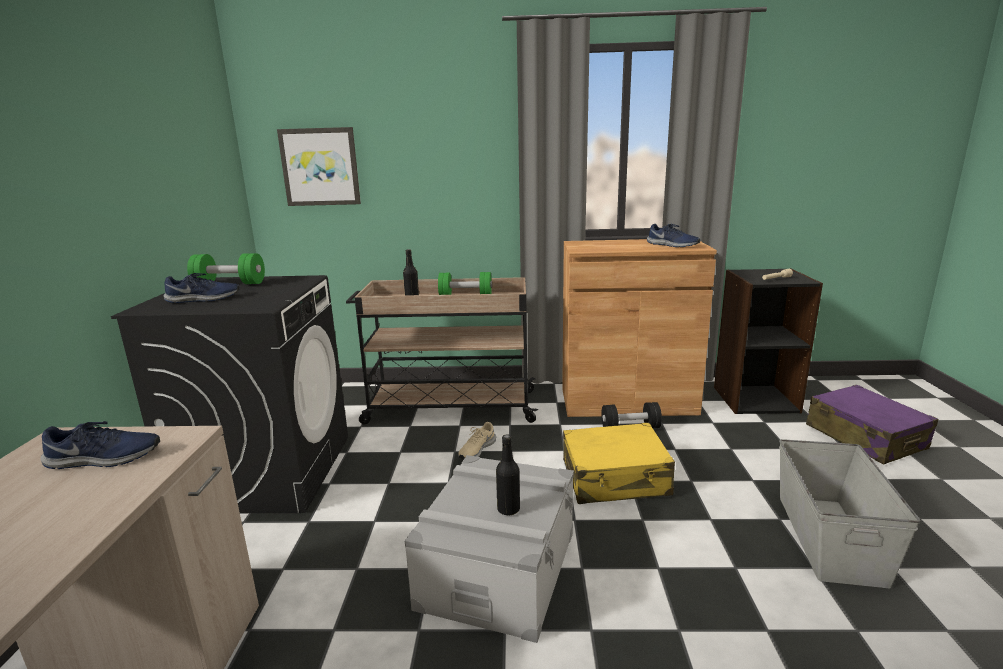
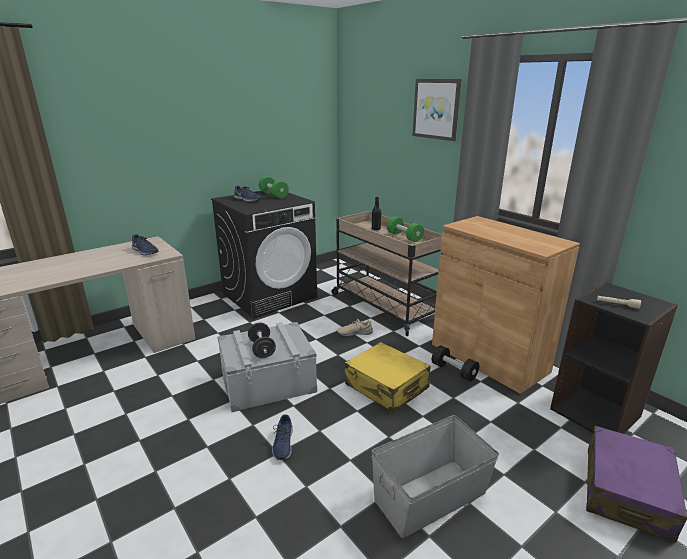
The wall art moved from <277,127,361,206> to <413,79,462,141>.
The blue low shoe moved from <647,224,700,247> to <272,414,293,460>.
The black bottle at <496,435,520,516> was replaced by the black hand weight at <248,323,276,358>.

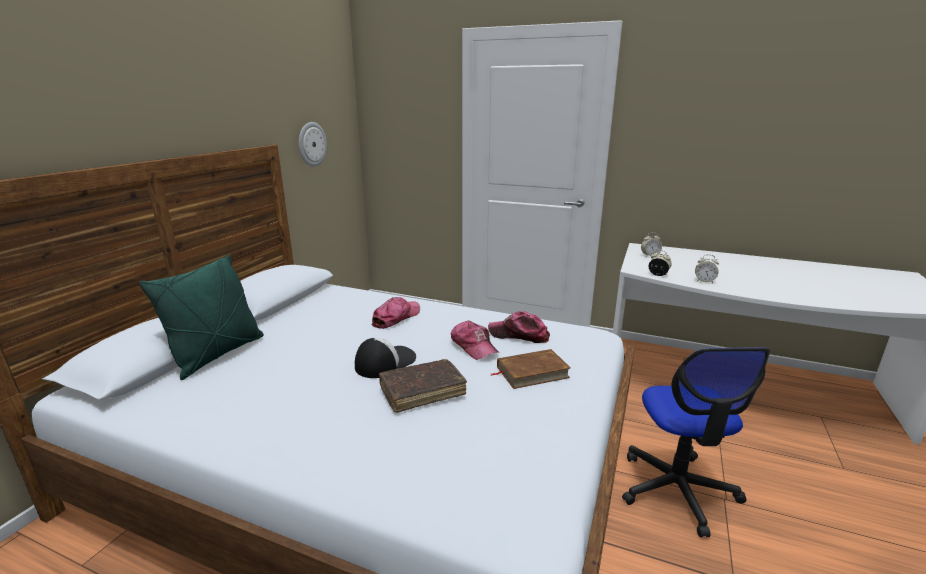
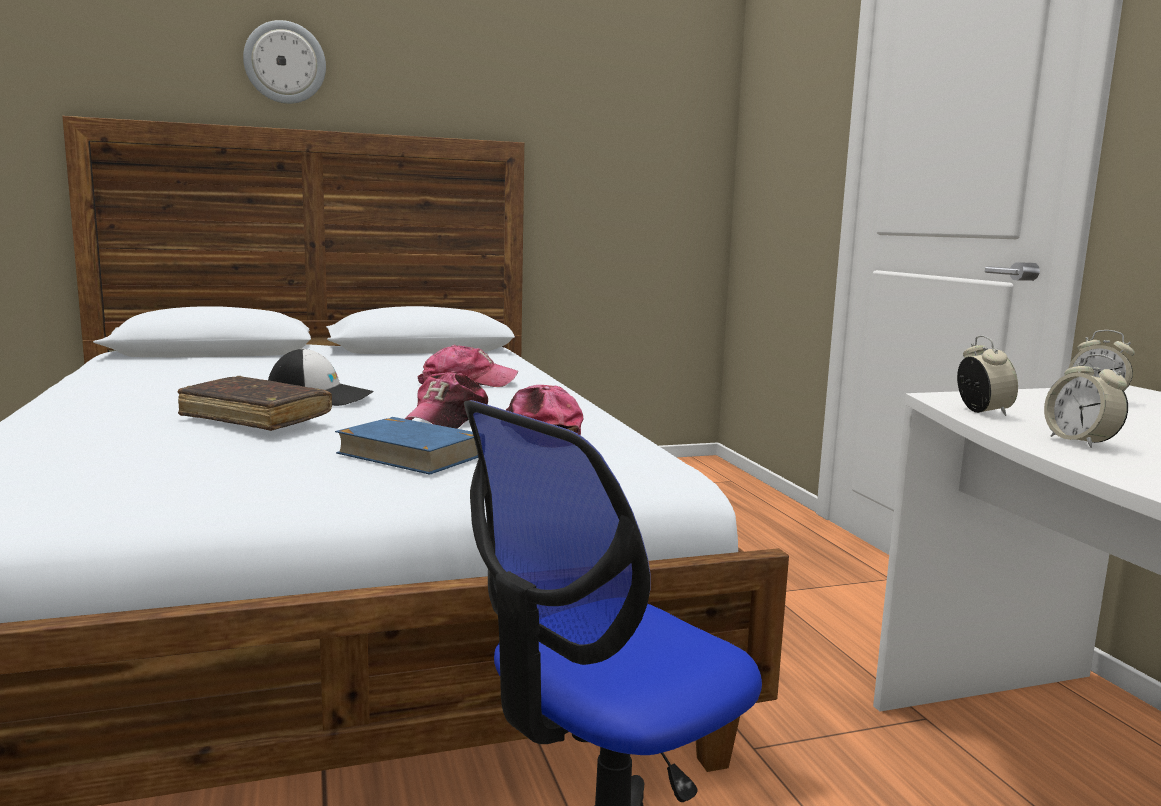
The green-coloured pillow at <139,254,264,380> disappeared.
The clock on the wall moved from <299,122,327,167> to <243,20,326,104>.
The brown book at <491,349,570,389> became the blue book at <335,417,478,475>.

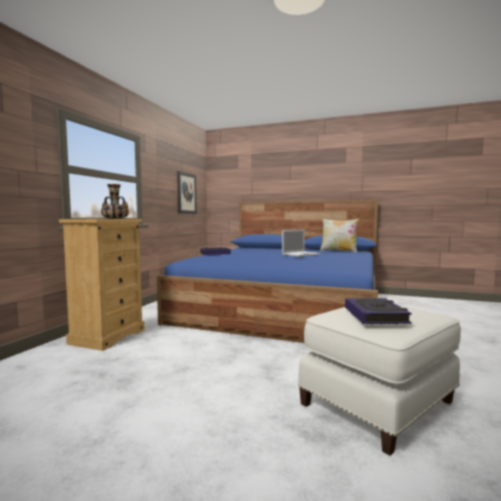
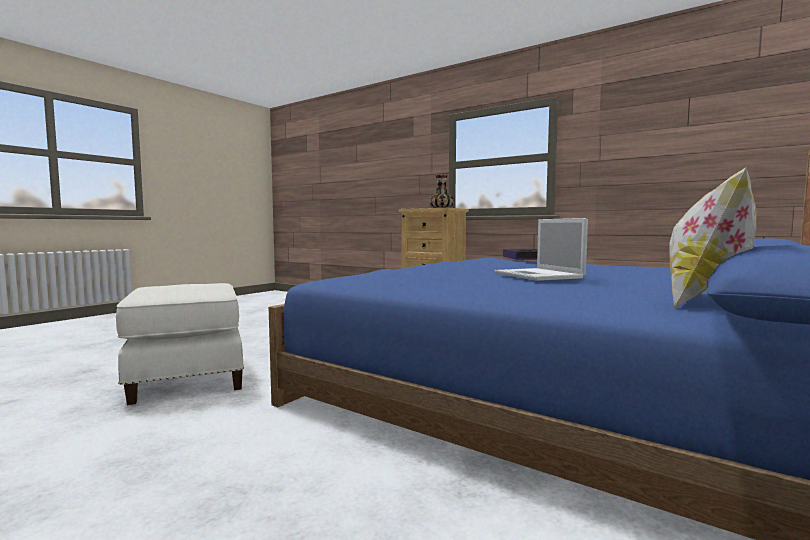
The wall art at <177,171,197,214> disappeared.
The book at <345,298,412,324> disappeared.

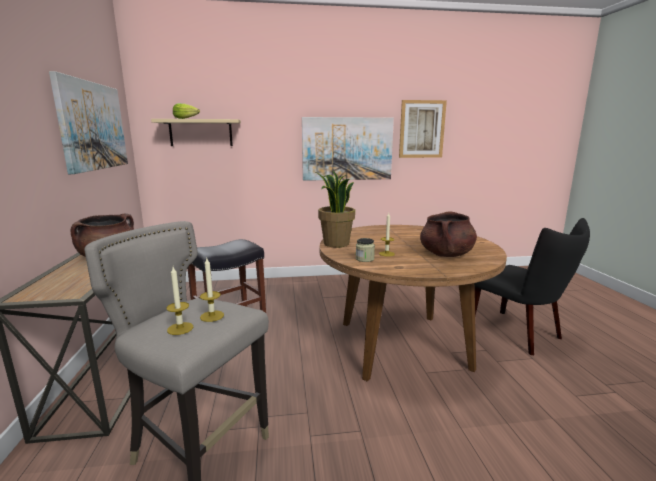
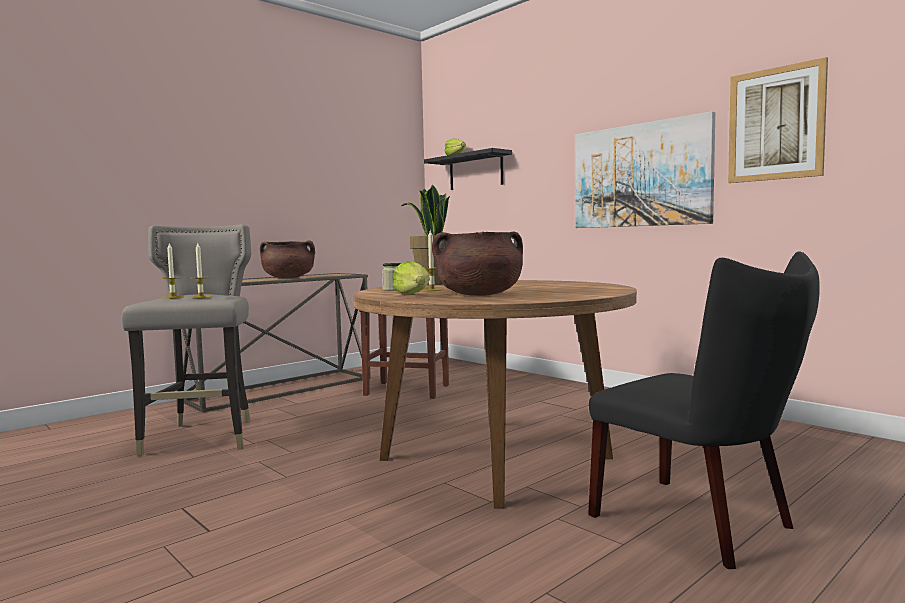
The wall art at <49,71,128,174> disappeared.
The lettuce at <393,261,430,294> appeared.
The beige-coloured shelf at <151,119,241,146> became the black shelf at <424,148,512,190>.
The black plain chair at <475,218,590,355> turned 60 degrees counterclockwise.

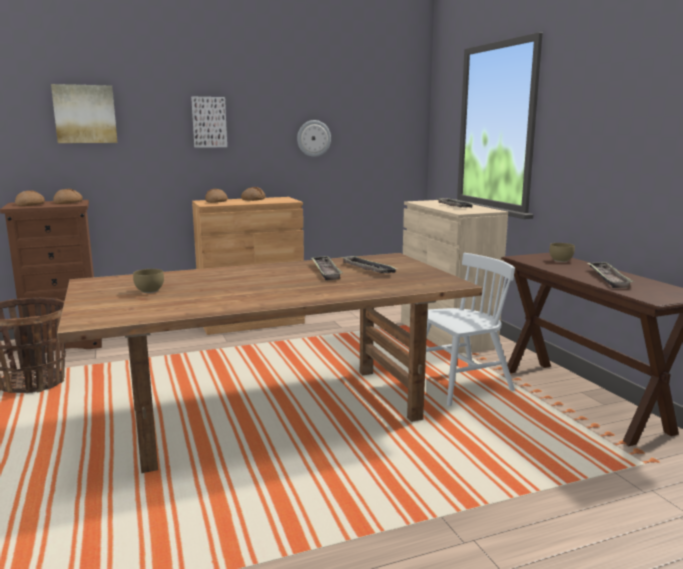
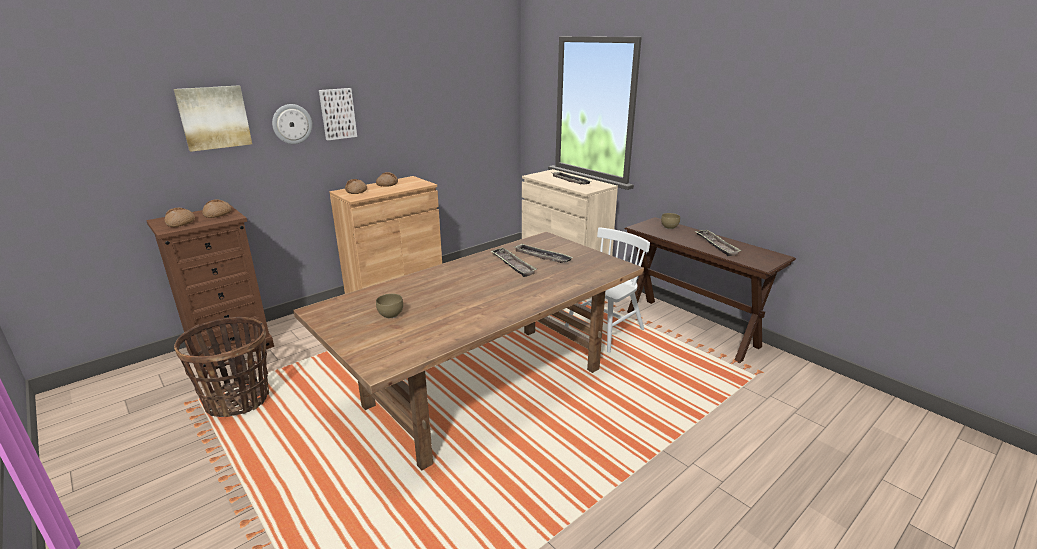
The clock on the wall moved from <297,120,331,157> to <272,104,312,144>.

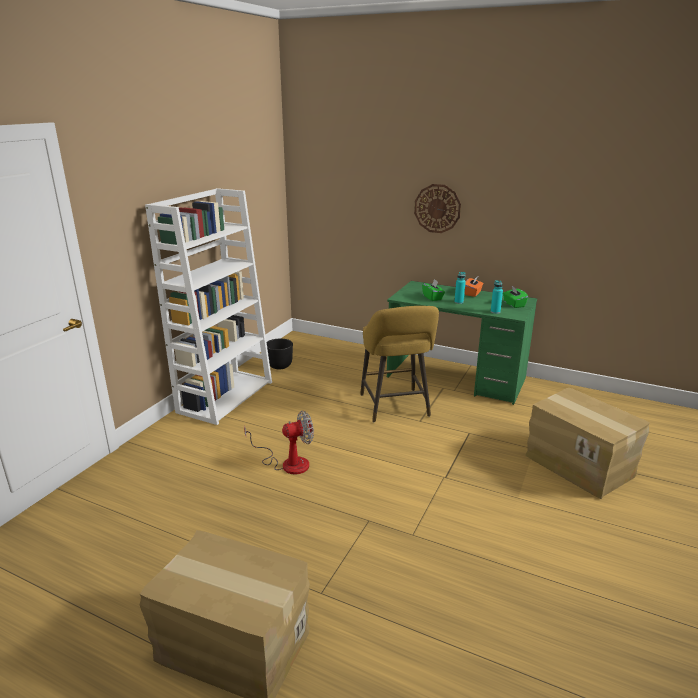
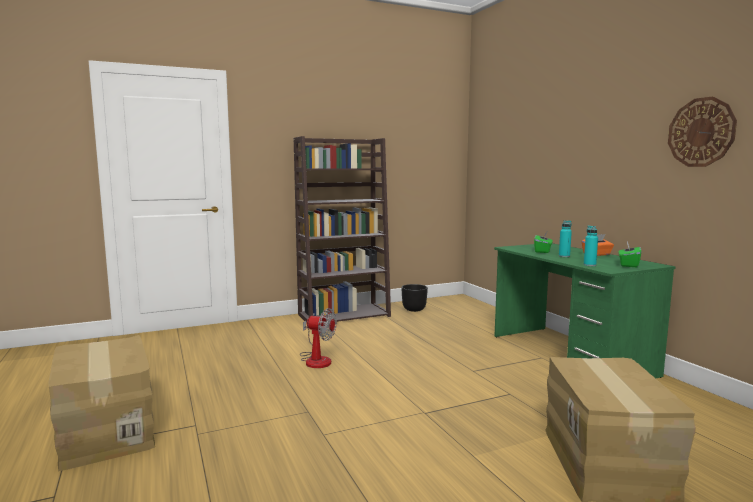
The yellowish stool seat at <360,306,439,422> disappeared.
The clock on the wall moved from <414,184,461,233> to <668,96,737,167>.
The white-coloured bookcase at <145,188,272,425> became the brown bookcase at <294,136,391,323>.

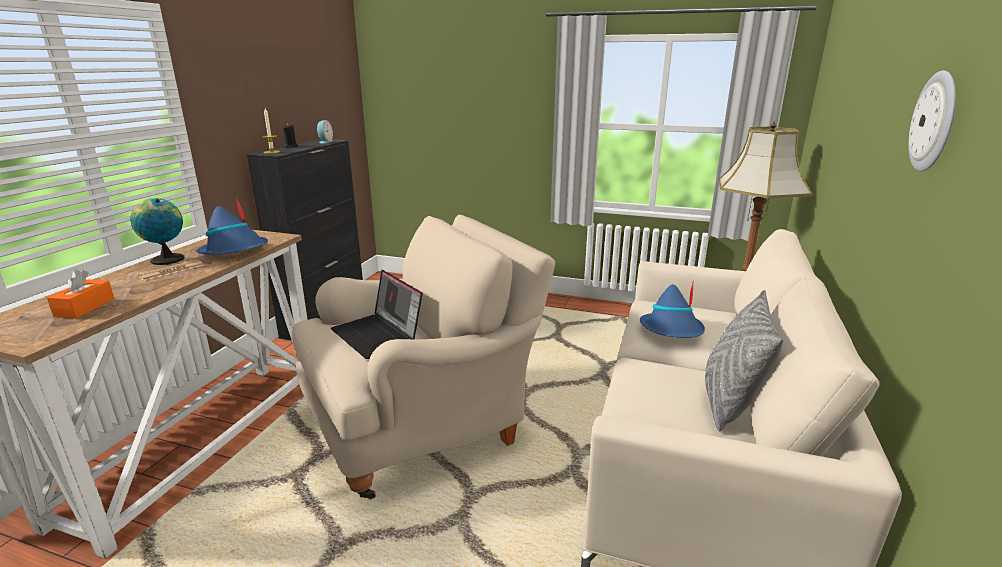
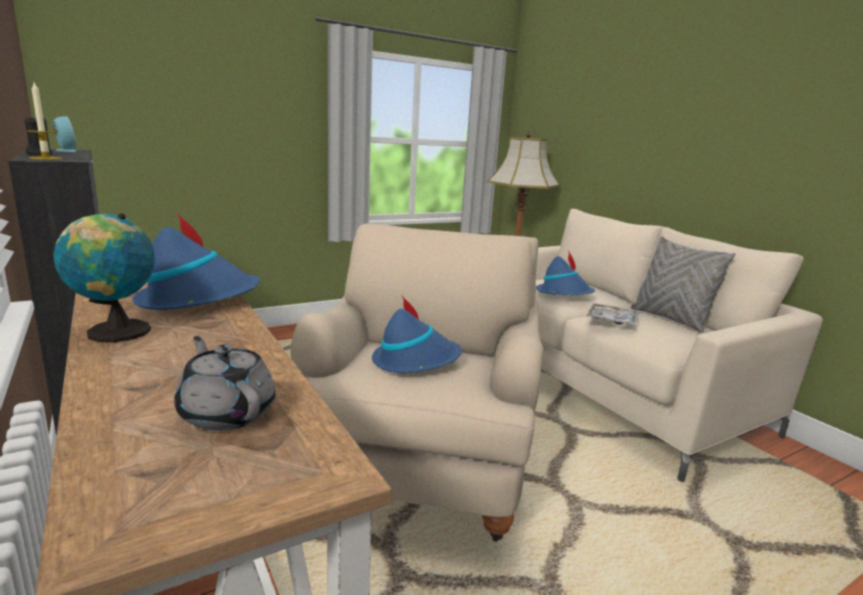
The printed paper at <138,260,204,281> disappeared.
The clock on the wall at <908,70,956,171> disappeared.
The carrying tray at <587,303,639,326> appeared.
The orange tissue holder at <47,270,114,319> was replaced by the gray tea pot at <174,336,276,431>.
The laptop at <331,270,422,359> was replaced by the blue hat at <372,296,462,373>.

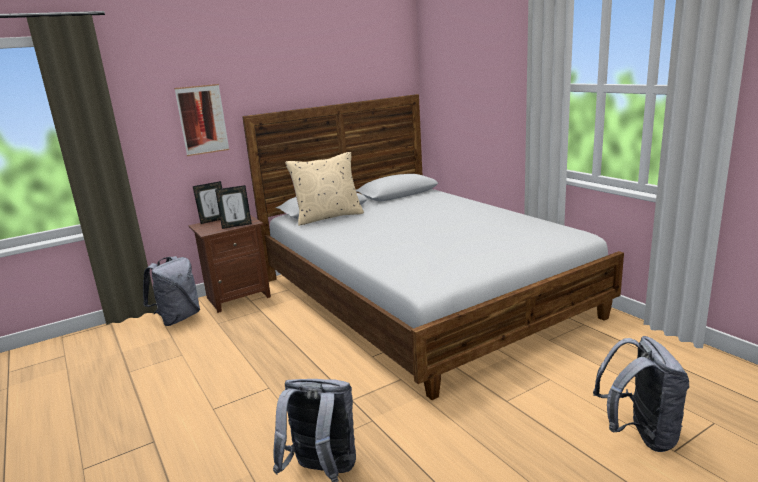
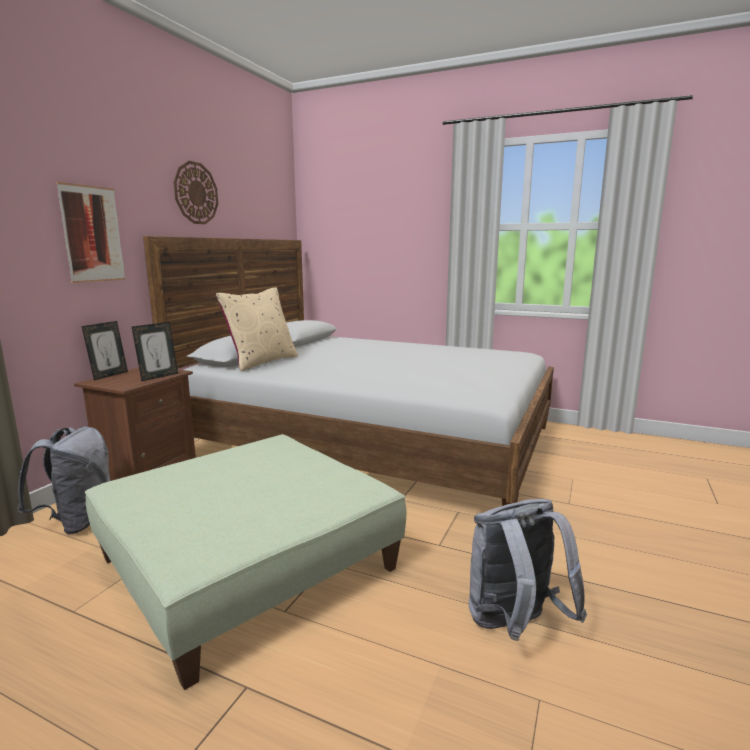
The gray rucksack at <593,336,689,452> disappeared.
The green-coloured footrest at <85,434,406,690> appeared.
The clock on the wall at <174,161,218,224> appeared.

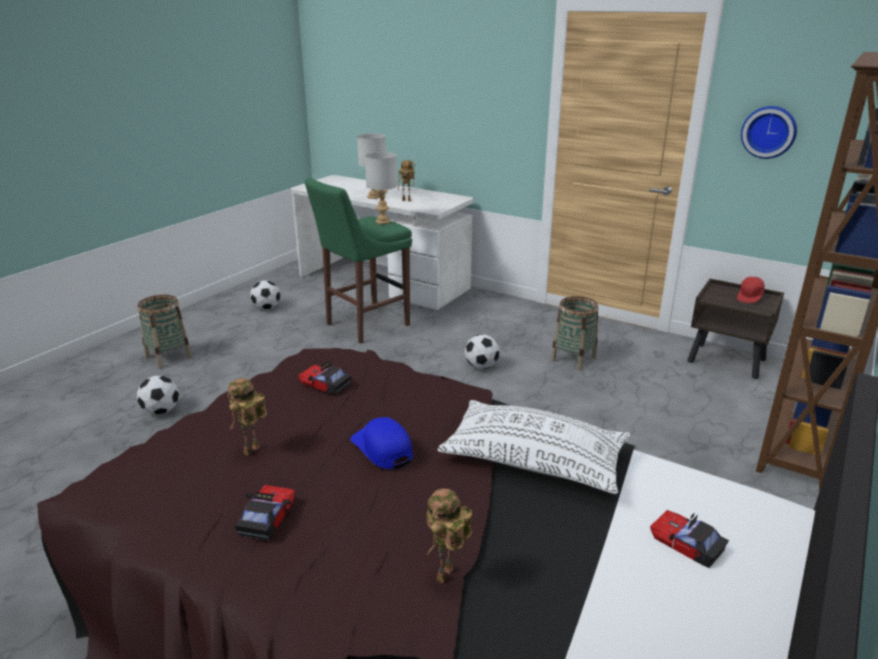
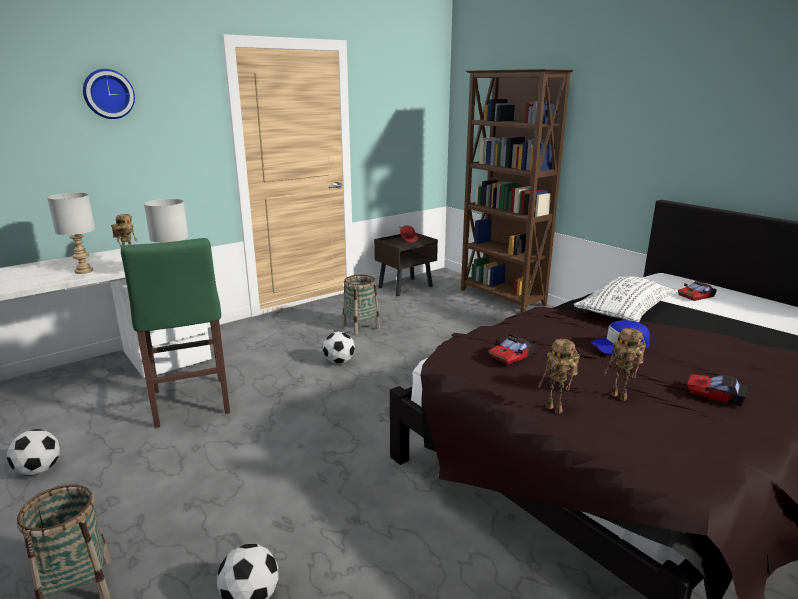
The robot figure moved from <426,488,472,584> to <538,339,580,414>.
The clock on the wall moved from <741,106,797,159> to <83,69,135,119>.

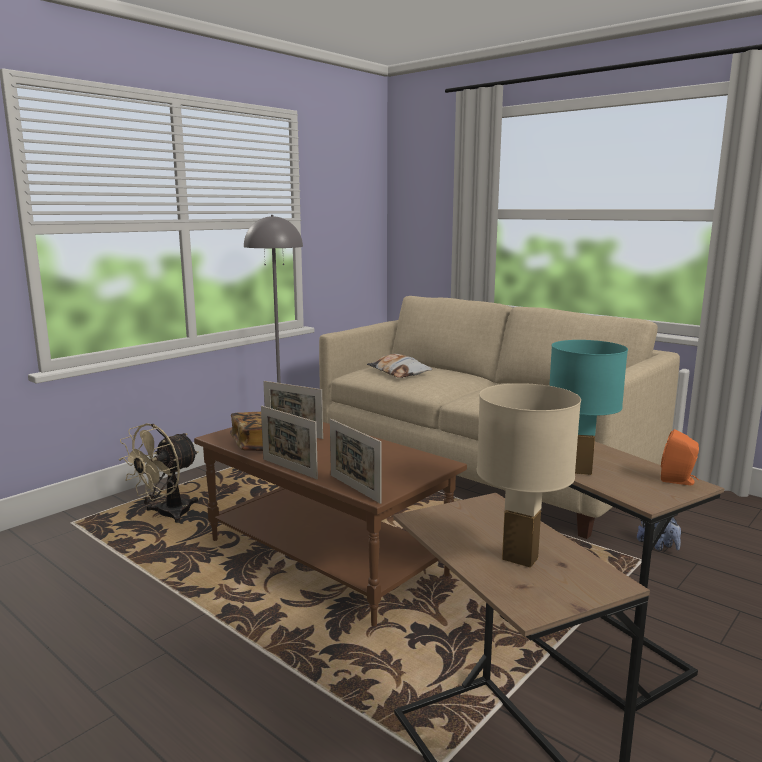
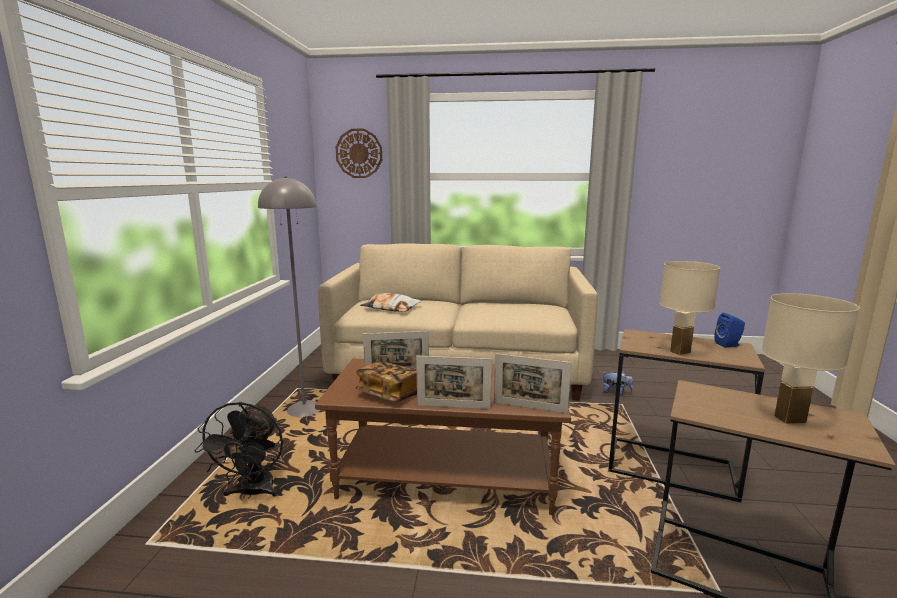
The clock on the wall at <335,129,382,178> appeared.
The beige-coloured electric fan at <119,423,199,523> became the black electric fan at <195,402,283,499>.
The turquoise-coloured lamp for a table at <549,340,628,475> became the beige-coloured lamp for a table at <659,261,721,355>.
The orange loudspeaker at <661,429,699,485> became the blue loudspeaker at <714,313,745,348>.

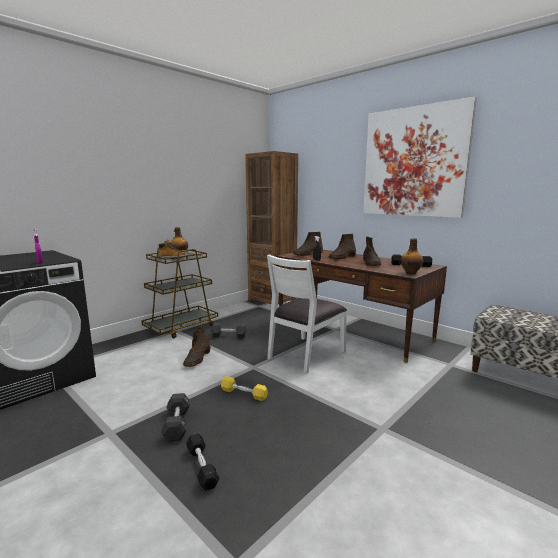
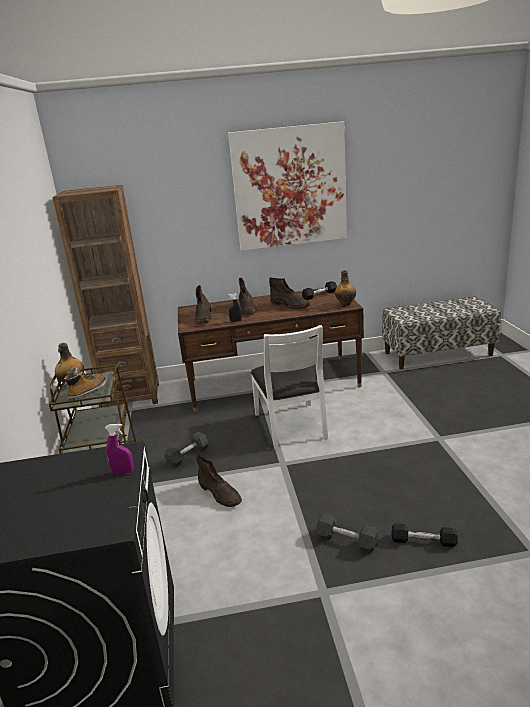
The yellowish hand weight at <221,376,268,401> disappeared.

